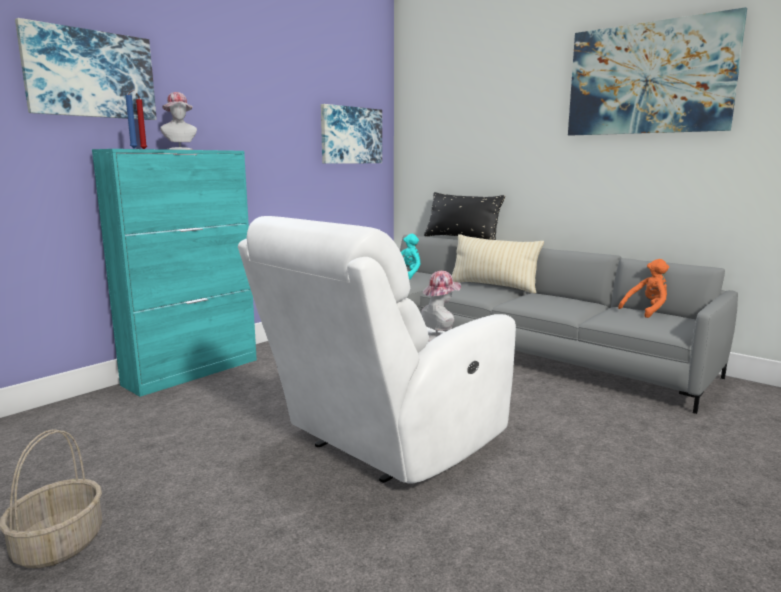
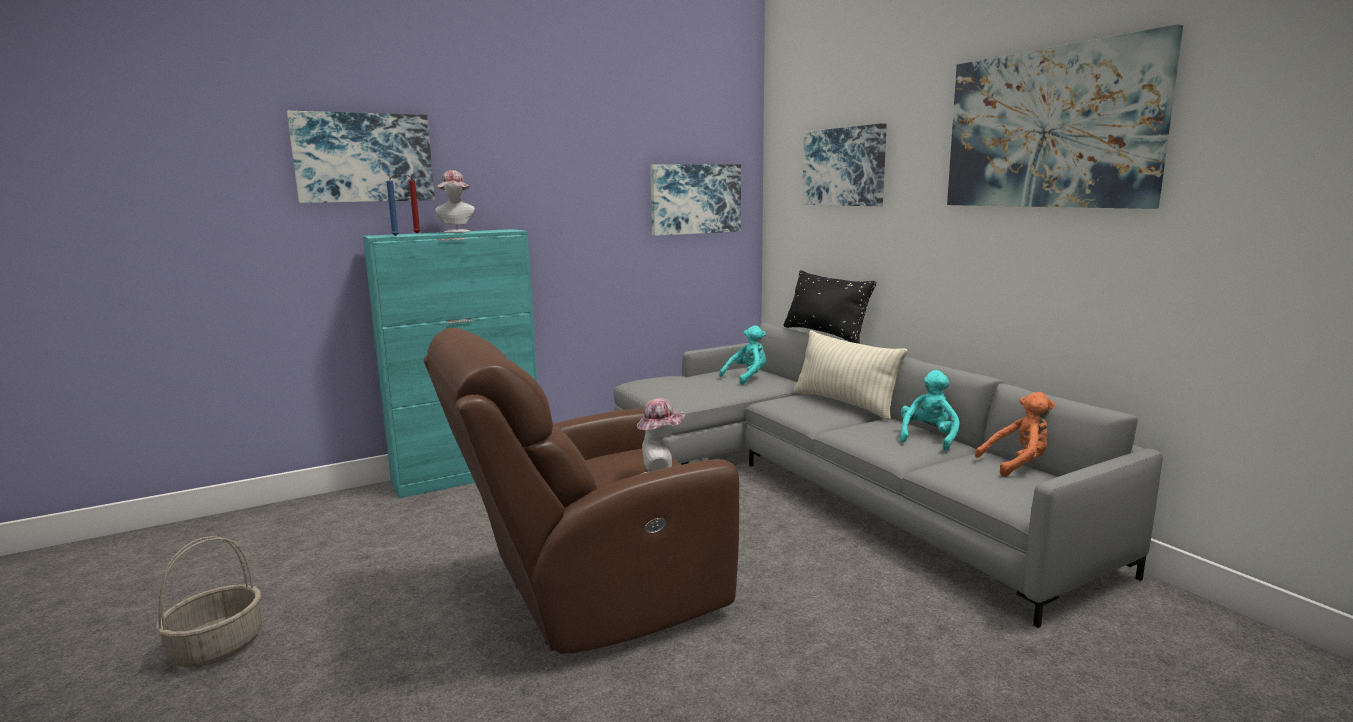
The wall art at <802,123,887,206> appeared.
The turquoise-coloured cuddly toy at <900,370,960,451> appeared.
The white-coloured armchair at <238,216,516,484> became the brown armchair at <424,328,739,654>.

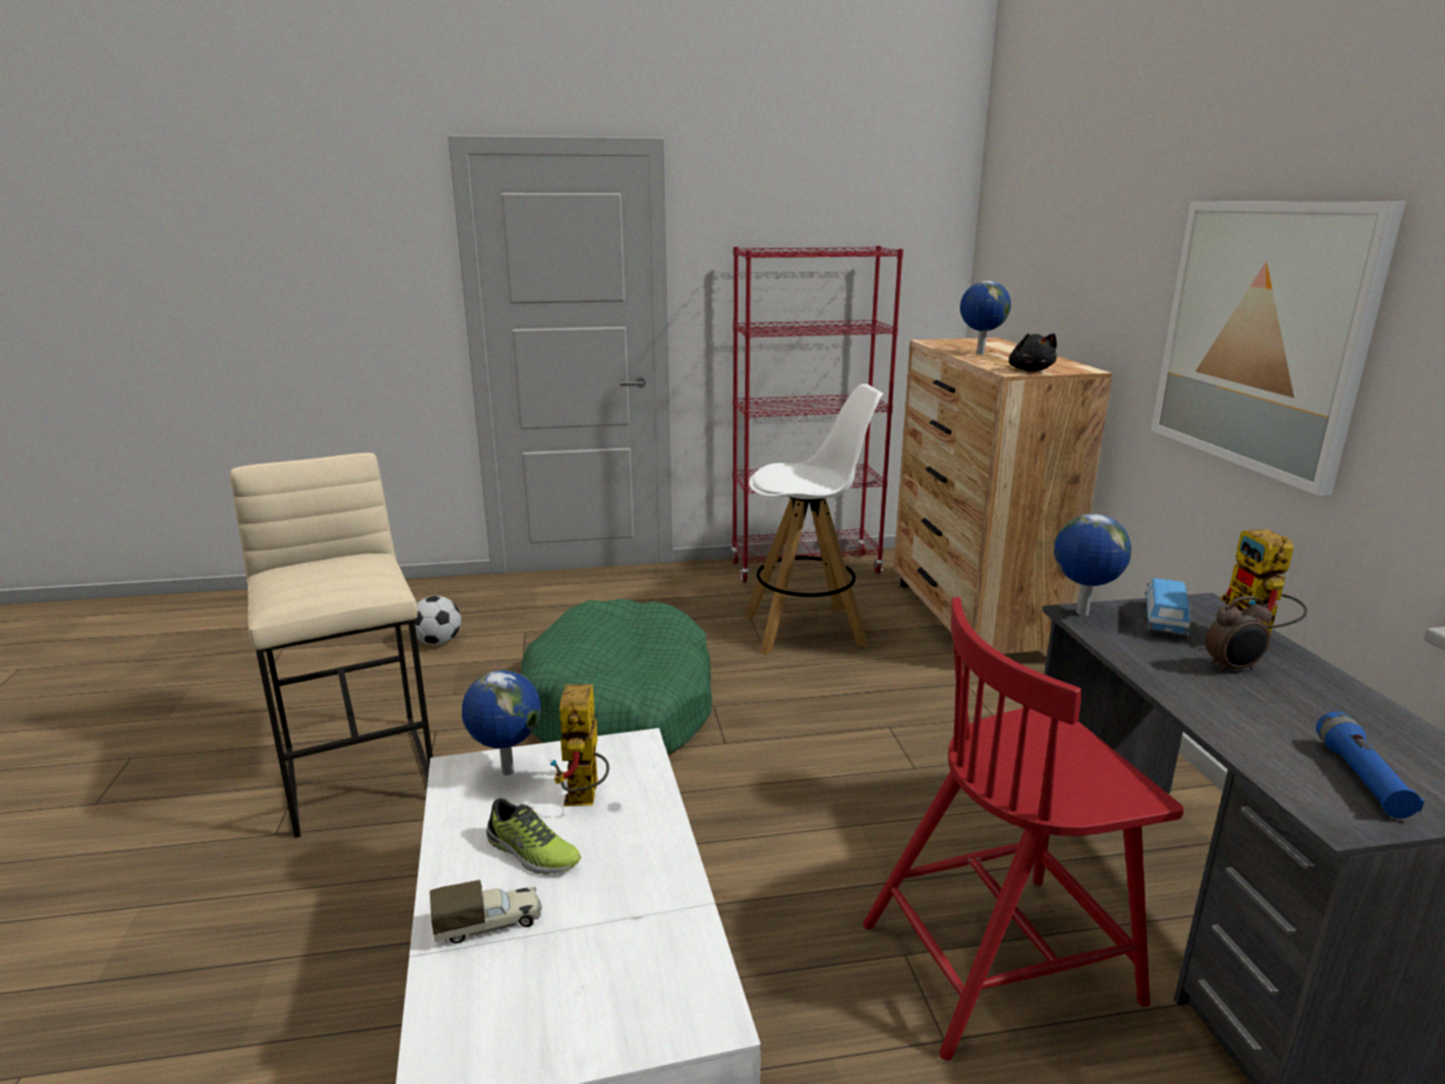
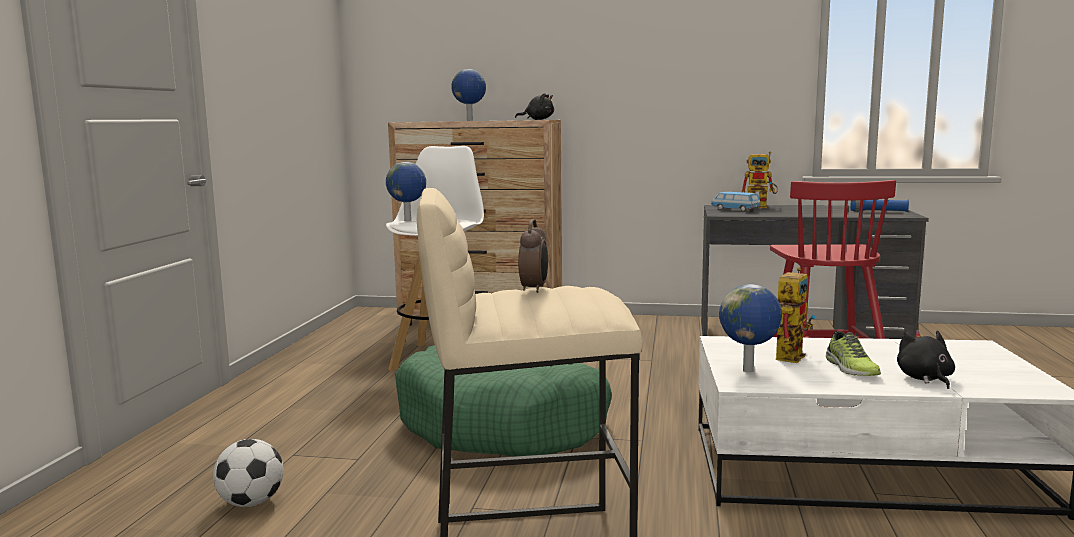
The red-coloured bookcase at <731,246,903,583> disappeared.
The wall art at <1151,201,1405,496> disappeared.
The globe moved from <1054,514,1132,616> to <386,162,426,221>.
The alarm clock moved from <1205,596,1272,673> to <518,219,548,293>.
The toy lorry at <430,880,542,944> was replaced by the black cuddly toy at <897,330,955,389>.
The low shoe at <486,798,581,874> turned 120 degrees clockwise.
The robot figure at <549,684,609,806> turned 75 degrees counterclockwise.

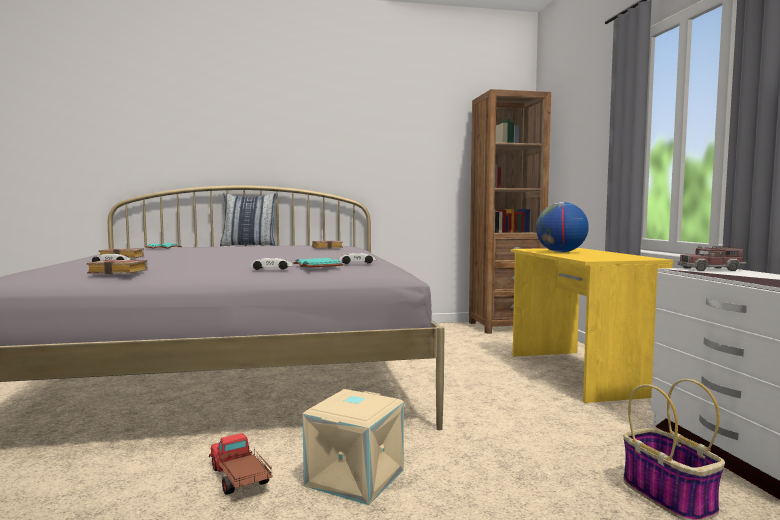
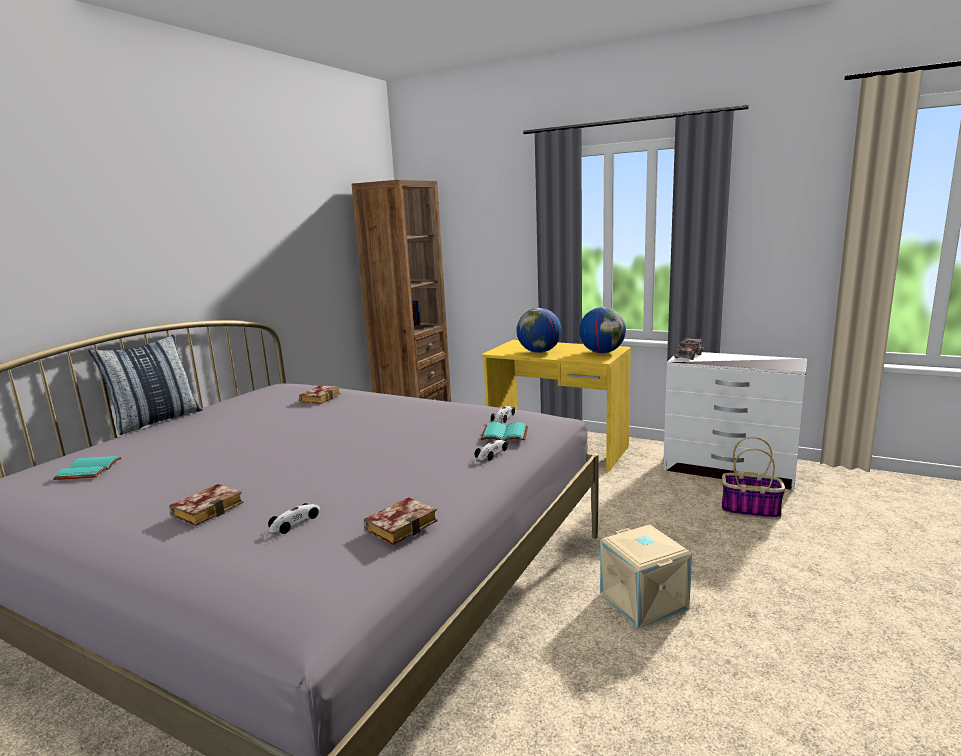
The toy lorry at <209,433,273,495> disappeared.
The globe at <579,307,626,353> appeared.

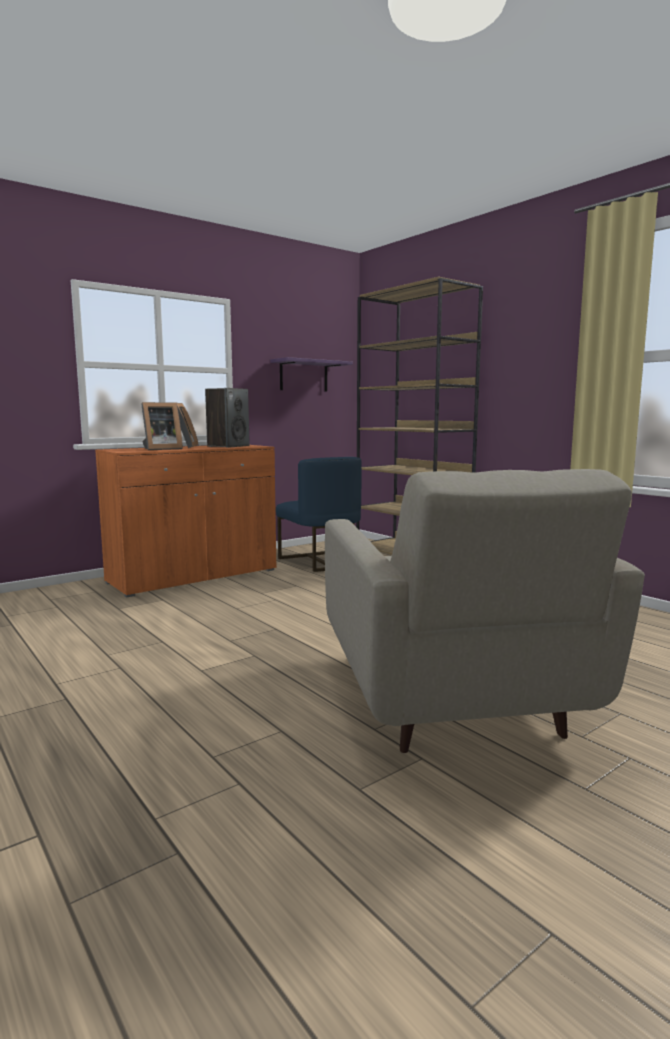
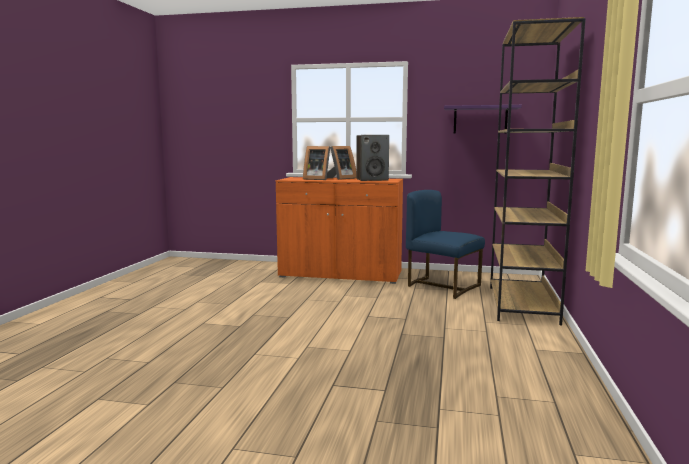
The beige-coloured armchair at <325,469,645,753> disappeared.
The blue plain chair at <276,457,362,572> turned 105 degrees clockwise.

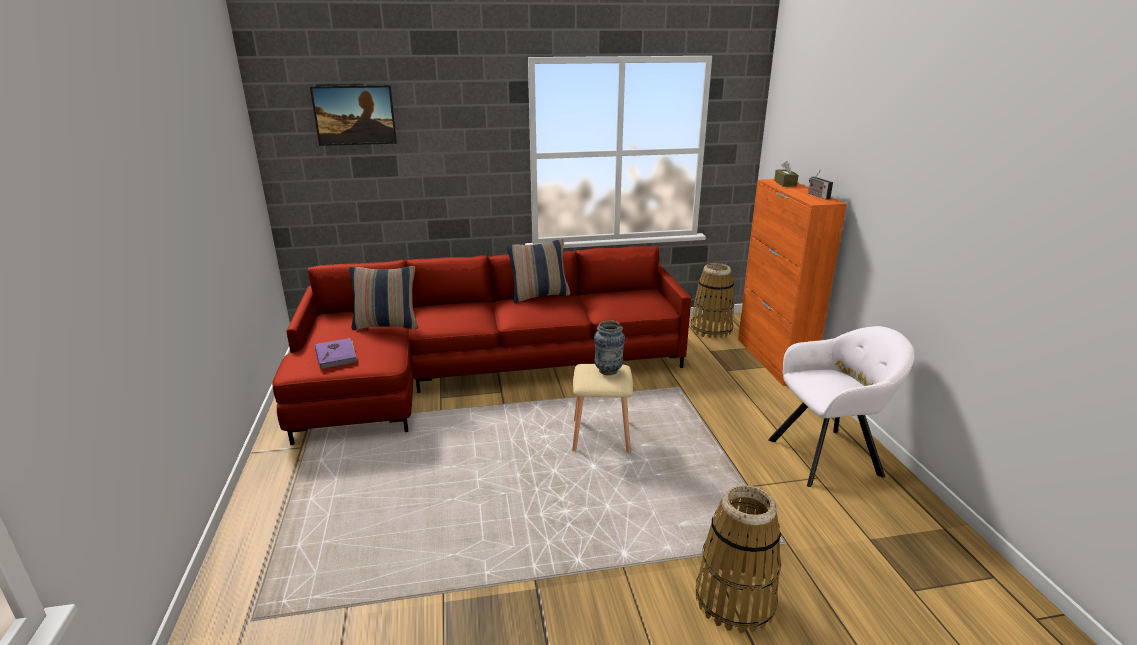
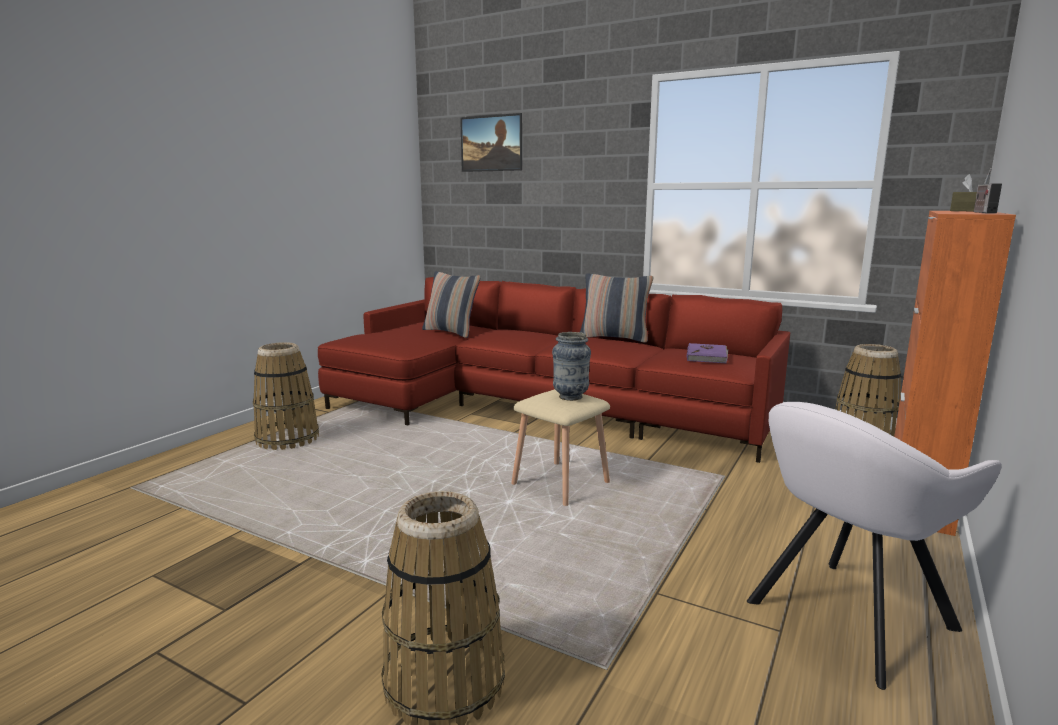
The storage basket at <253,342,319,450> appeared.
The purple book moved from <315,338,357,369> to <687,343,729,363>.
The white-coloured armchair at <768,326,914,487> turned 120 degrees clockwise.

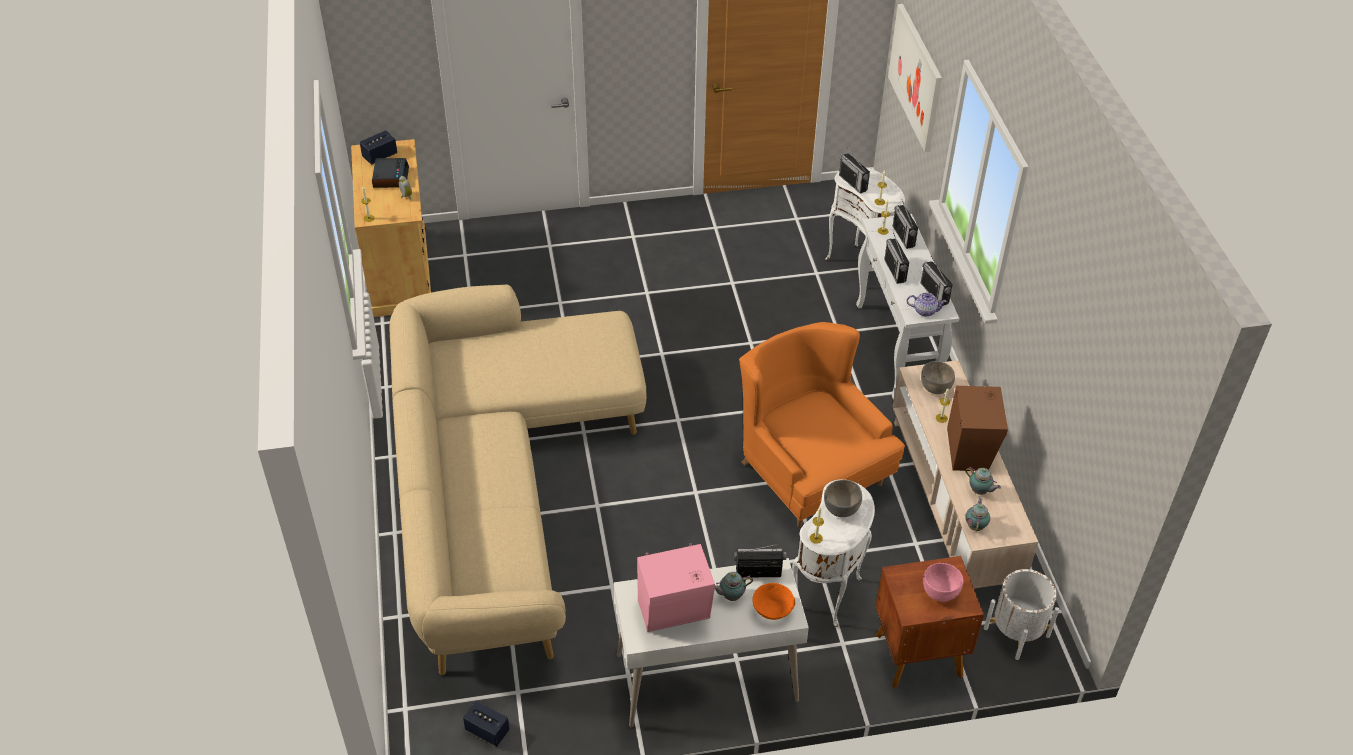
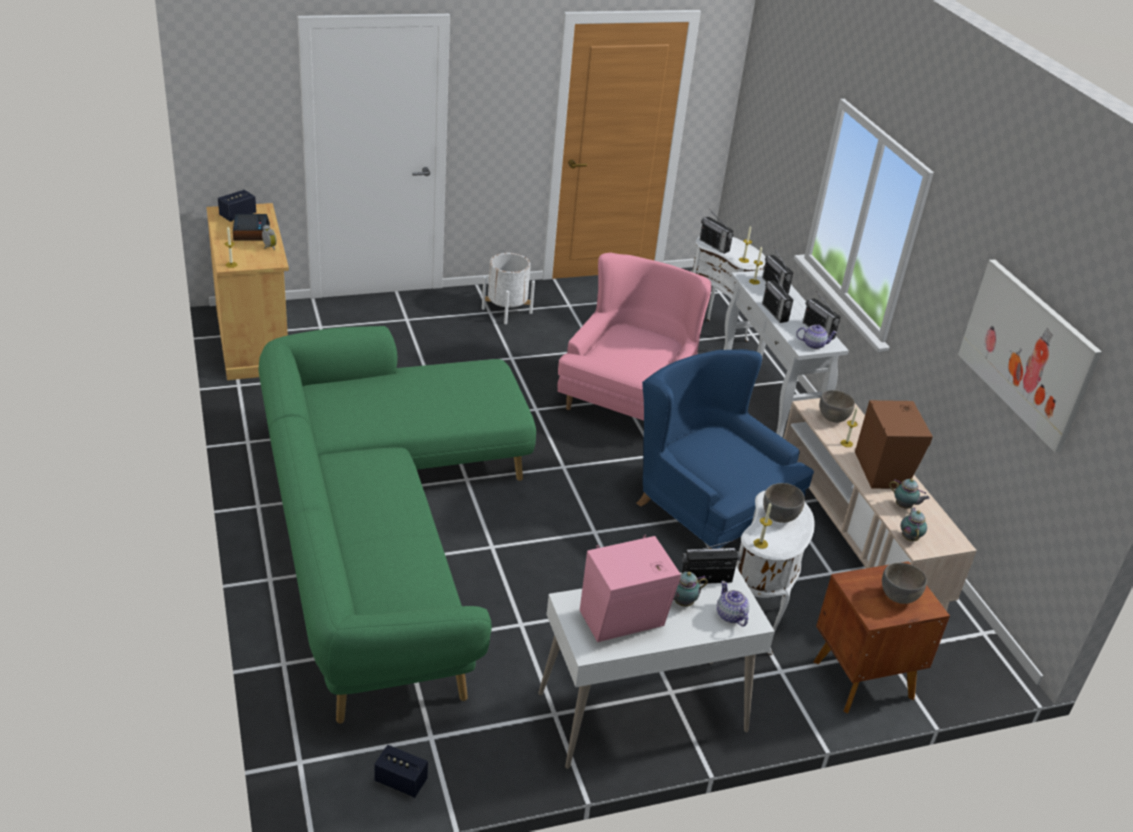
The pink-coloured armchair at <557,252,711,421> appeared.
The wall art moved from <888,4,942,152> to <958,259,1102,452>.
The white-coloured flower pot moved from <984,569,1059,660> to <482,253,535,324>.
The orange bowl at <752,583,795,620> was replaced by the tea pot at <717,581,749,626>.
The beige-coloured settee at <390,285,646,675> became the green-coloured settee at <258,326,536,723>.
The orange armchair at <739,322,905,527> became the blue armchair at <637,349,814,549>.
The pink-coloured bowl at <923,563,963,602> became the gray bowl at <882,563,927,604>.

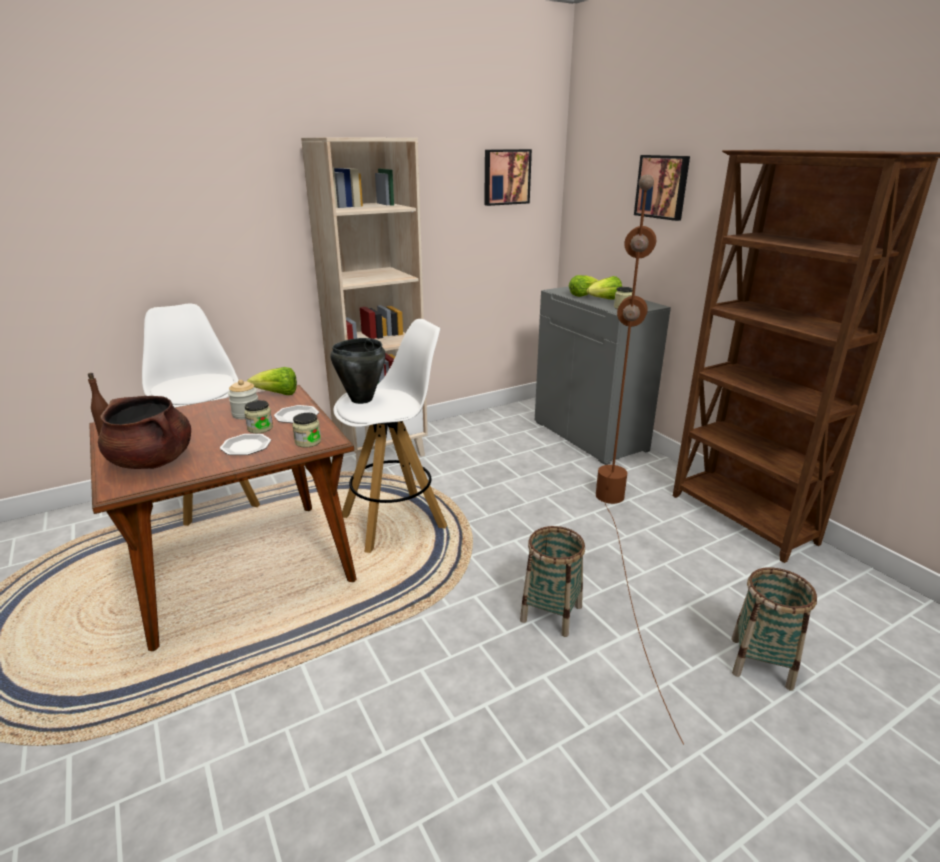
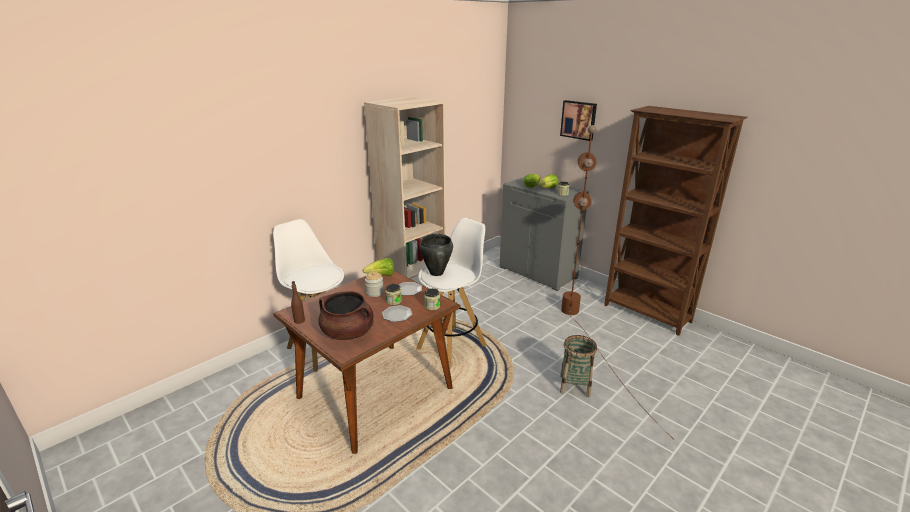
The wall art at <484,149,532,206> disappeared.
The storage basket at <731,567,817,691> disappeared.

